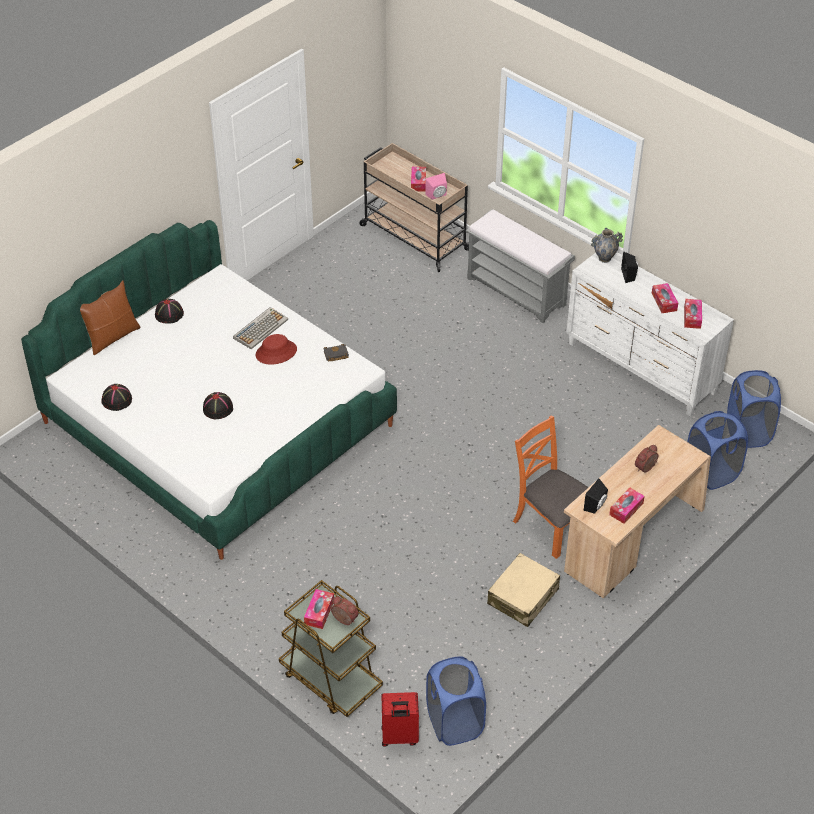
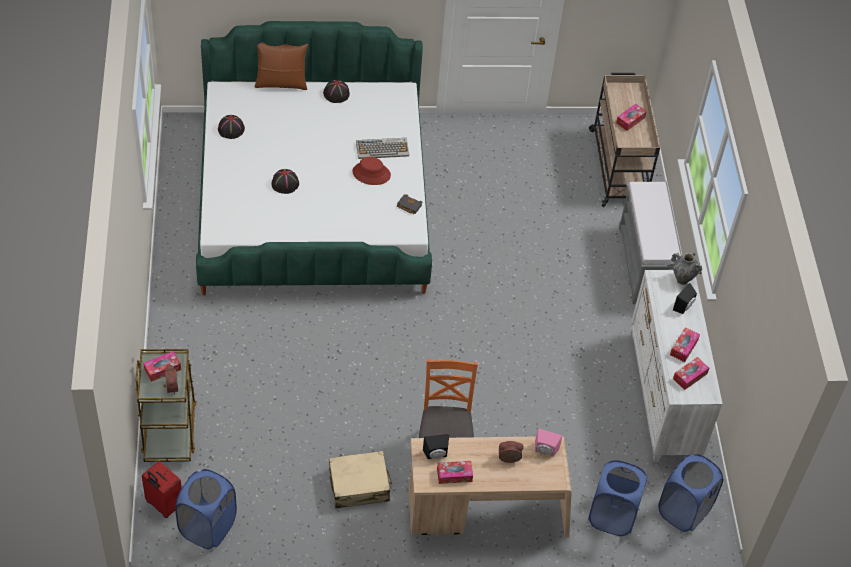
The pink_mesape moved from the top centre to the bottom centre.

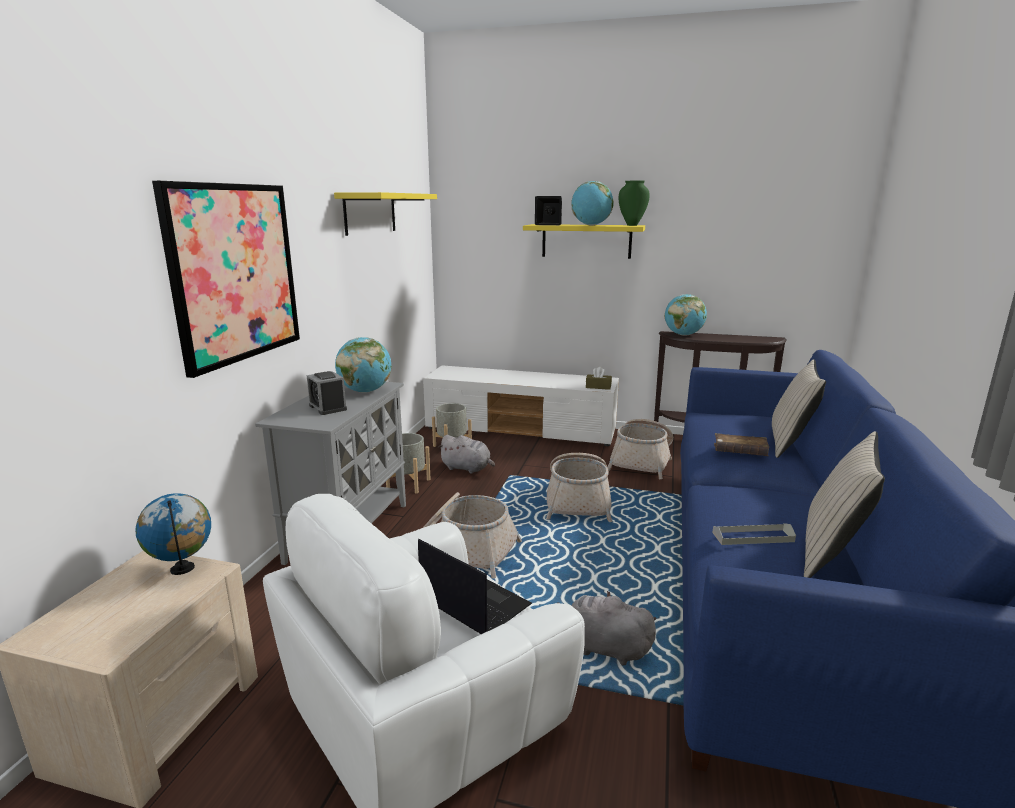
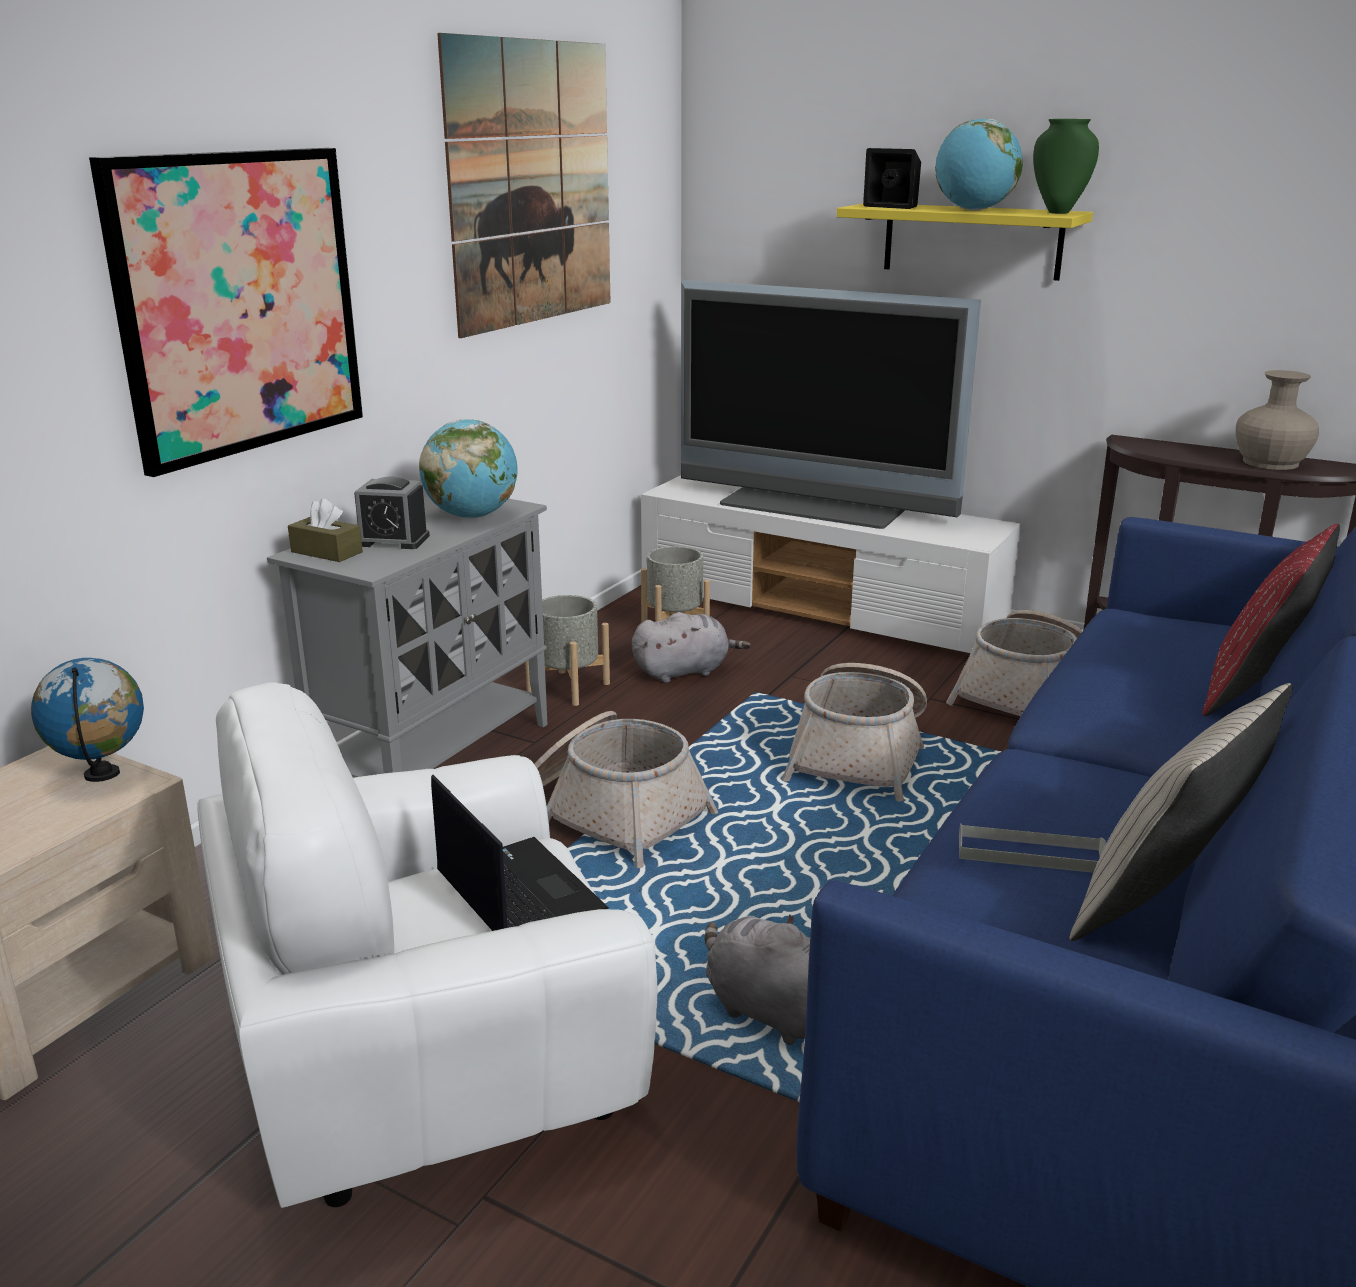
The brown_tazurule moved from the centre to the middle left. The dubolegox at the middle left turned 60 degrees counterclockwise. The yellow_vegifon (1st from left) at the top centre was replaced by the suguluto (2nd from left) at the top centre. The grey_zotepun (1st from left) at the centre turned 60 degrees counterclockwise. The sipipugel at the top centre appeared. The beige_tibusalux (1st from left) at the middle right became the red_tibusalux at the middle right. The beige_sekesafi at the top right appeared. The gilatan (4th from left) at the middle right disappeared. The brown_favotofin at the middle right disappeared.

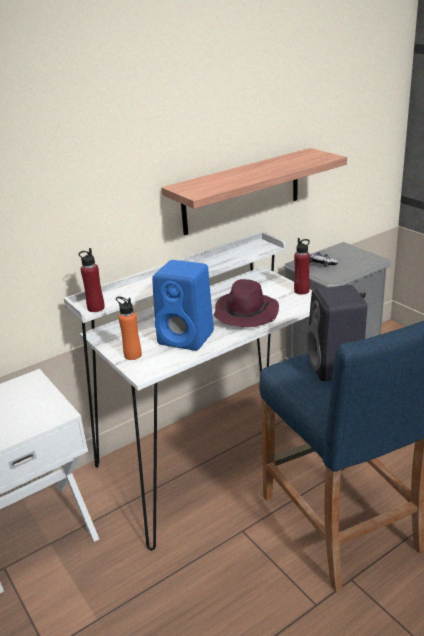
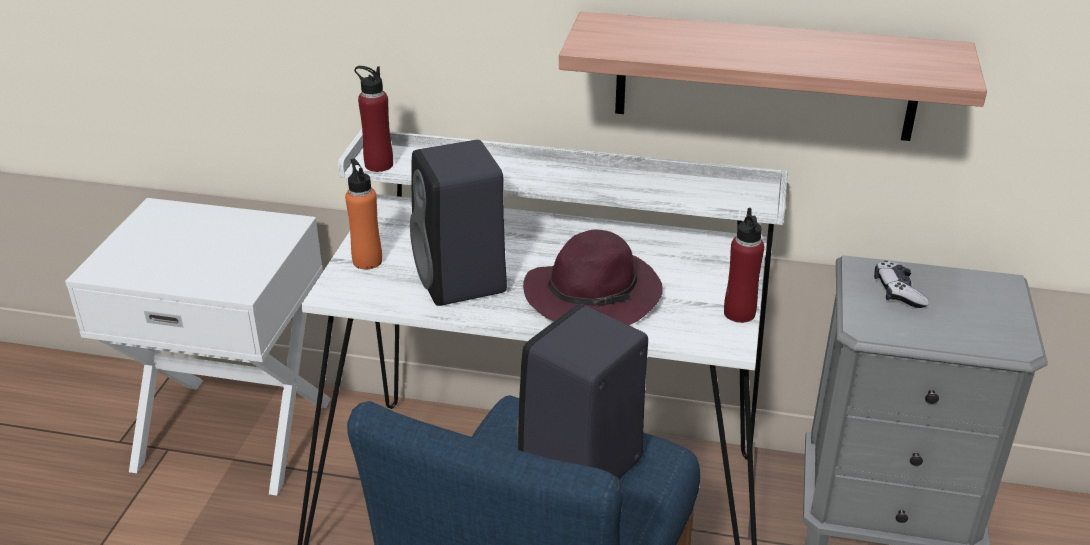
The blue_mesape at the centre became the black_mesape (1st from left) at the centre.

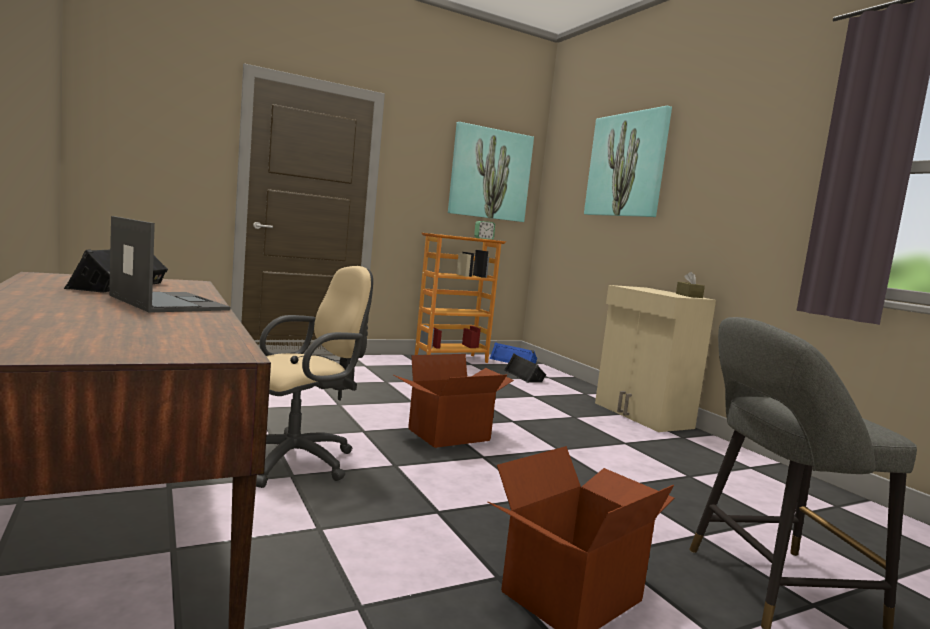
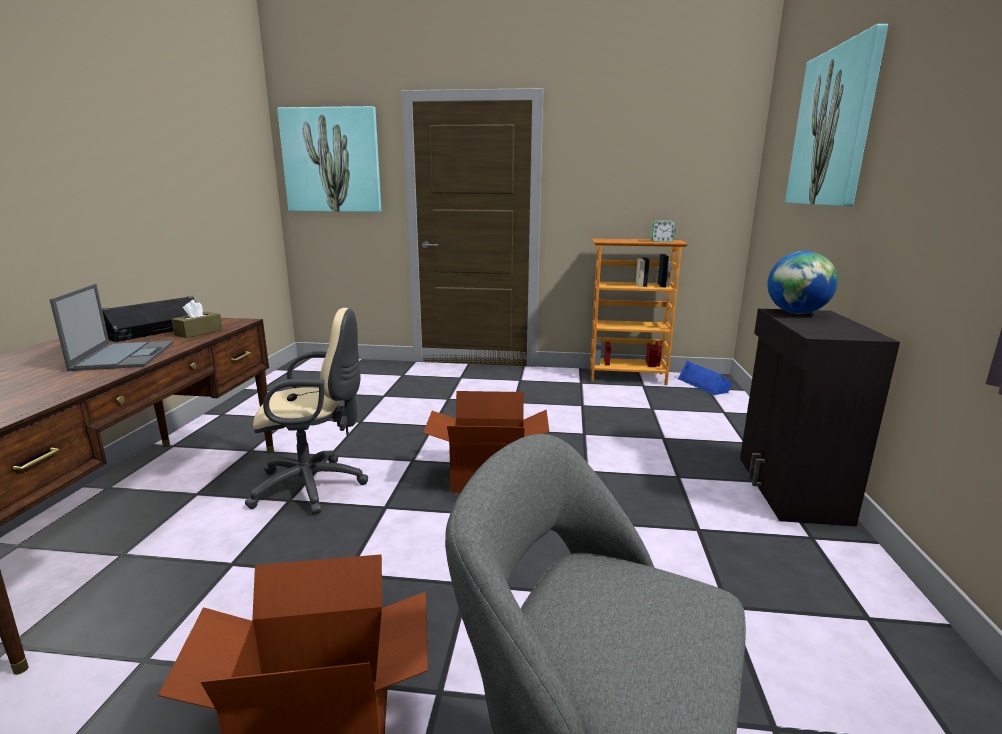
The brown_tazurule moved from the middle right to the middle left. The suguluto (1st from left) moved from the top centre to the top left. The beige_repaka at the middle right became the black_repaka at the middle right. The gilatan at the middle right appeared. The black_mesape (2nd from left) at the centre disappeared.

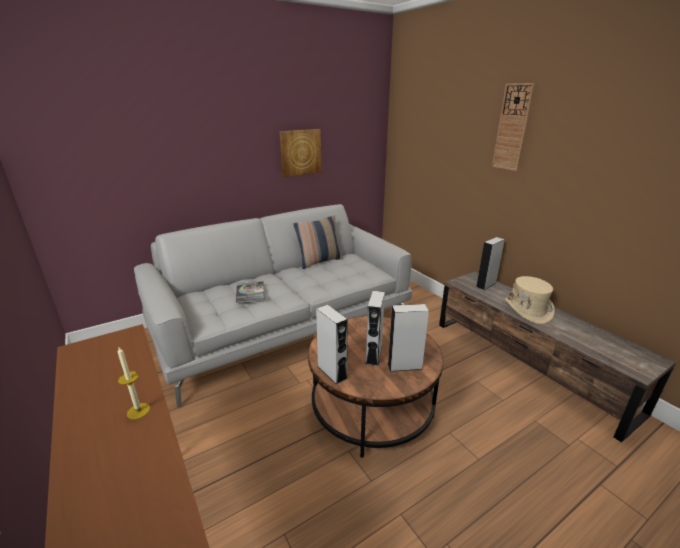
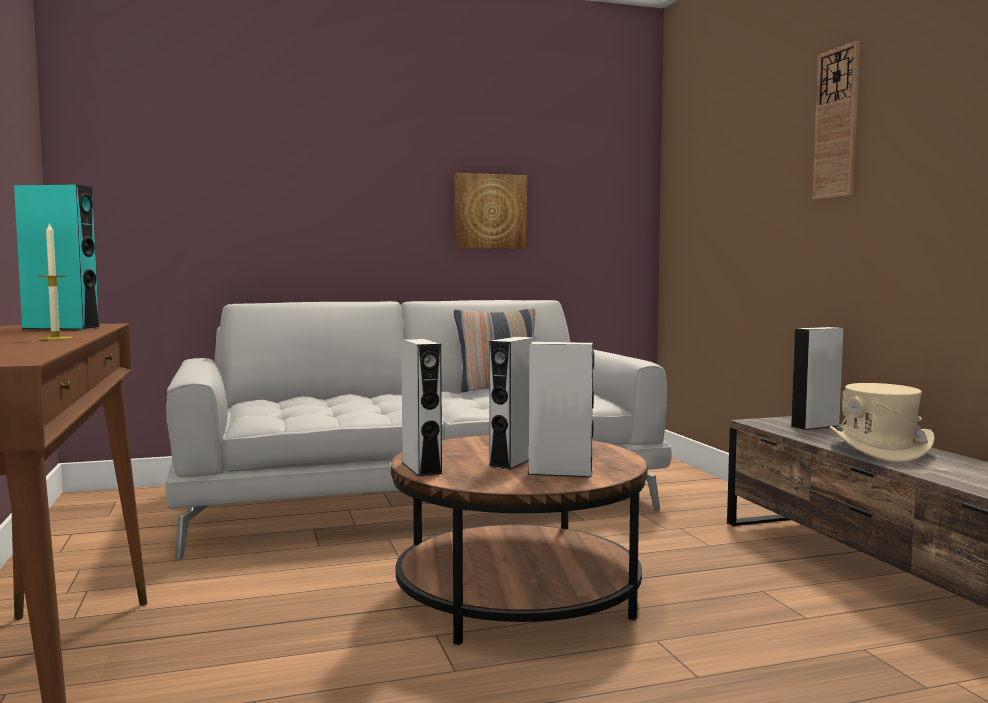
The turquoise_mesape at the middle left appeared. The favotofin at the centre disappeared.

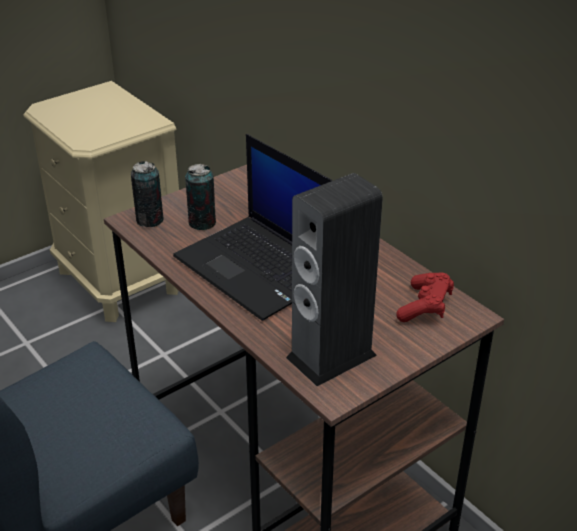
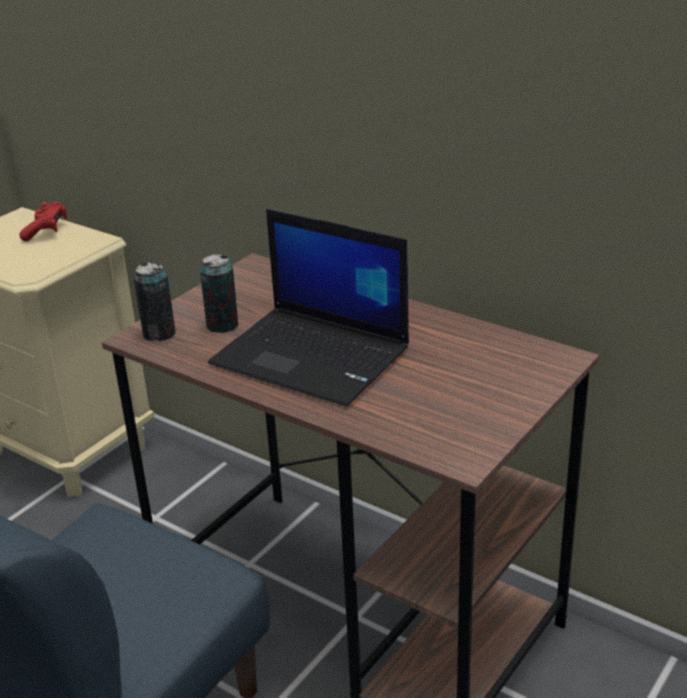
The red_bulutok moved from the middle right to the top left. The mesape at the centre disappeared.

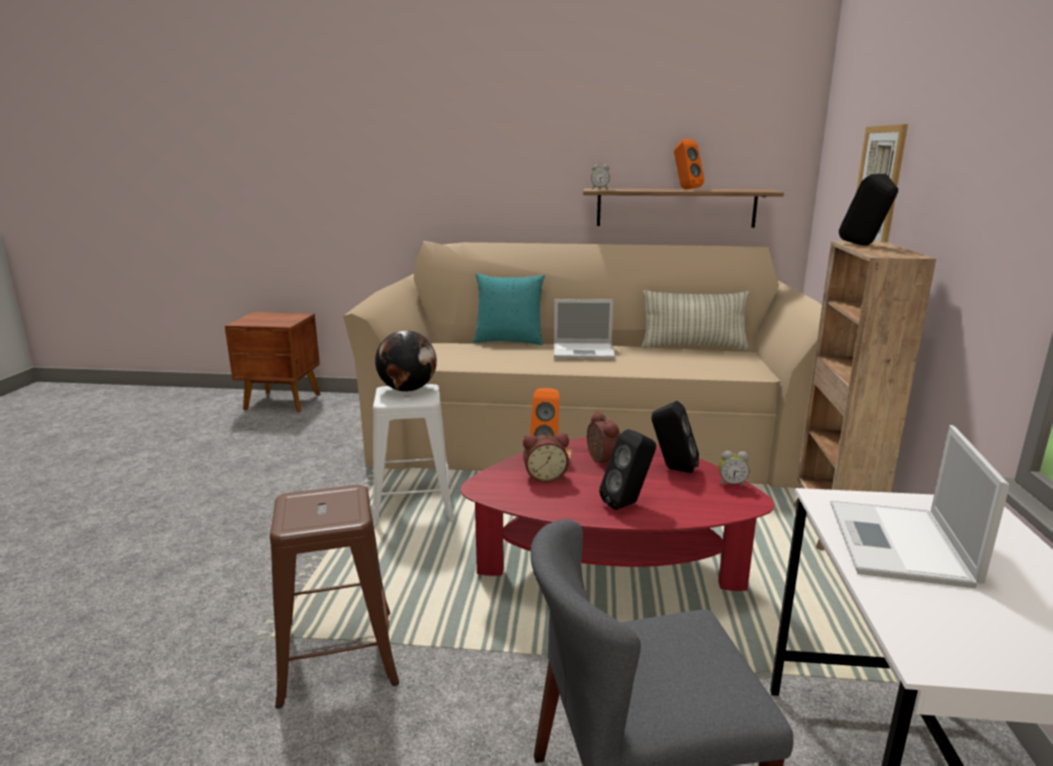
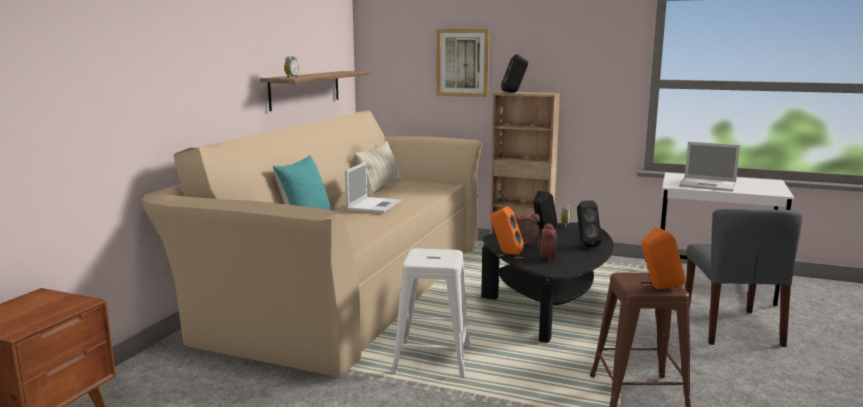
The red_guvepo at the bottom centre became the black_guvepo at the bottom centre. The orange_mesape (2nd from left) moved from the top centre to the middle right. The gilatan at the centre disappeared.

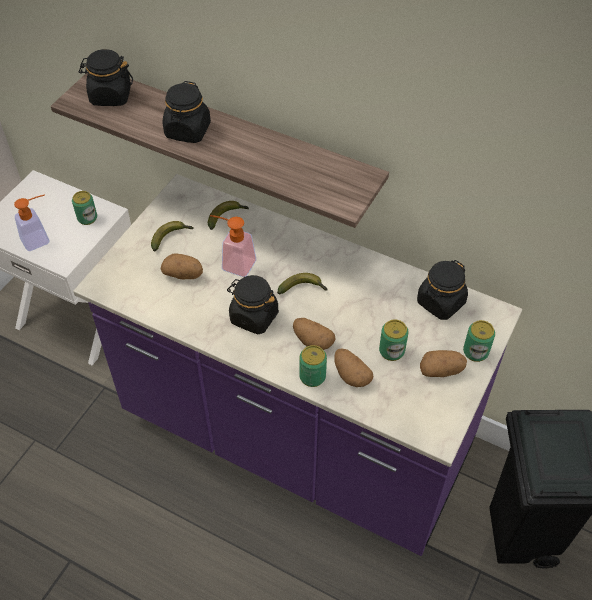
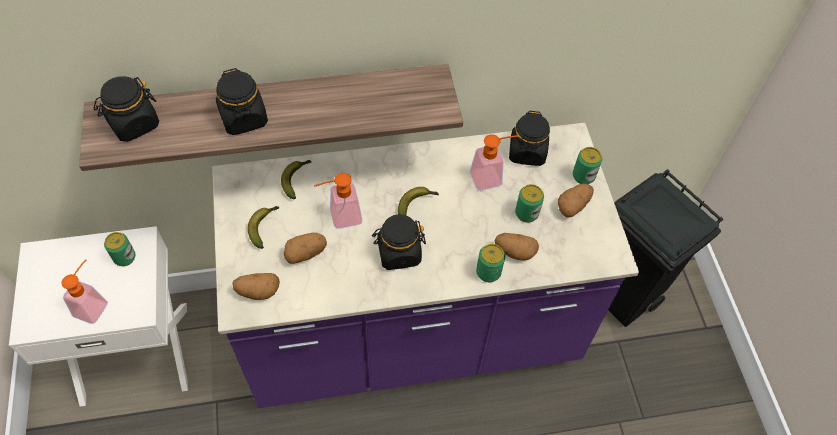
The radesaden (2nd from left in the first image) moved from the centre to the middle left. The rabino (3rd from left) at the centre appeared.

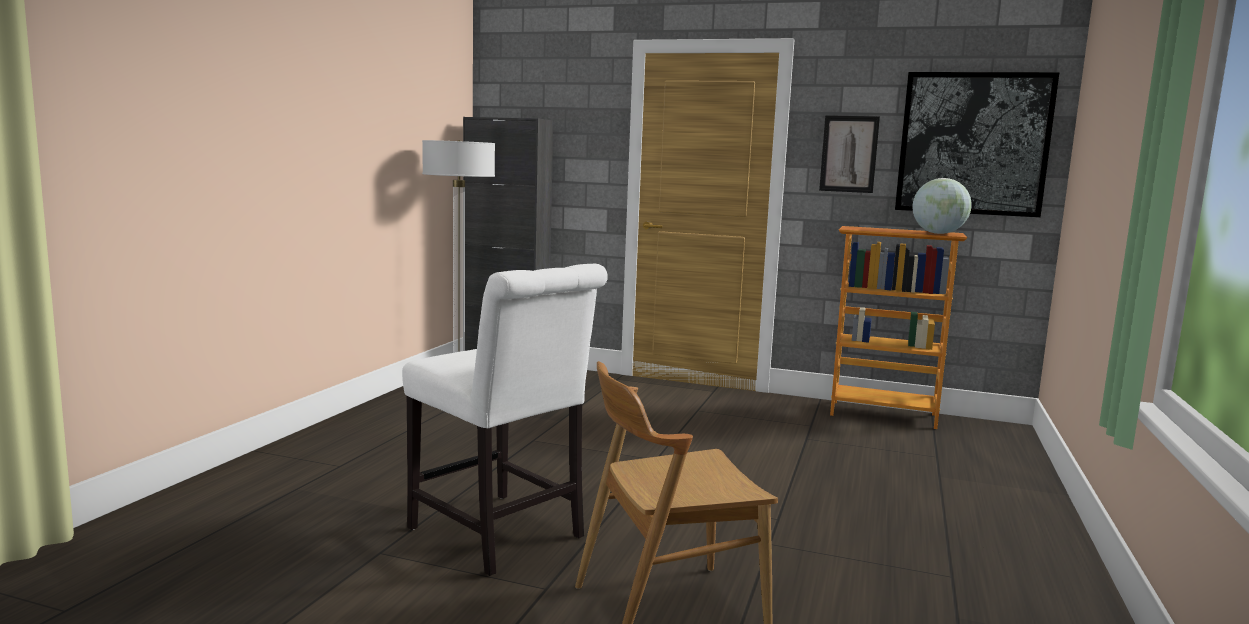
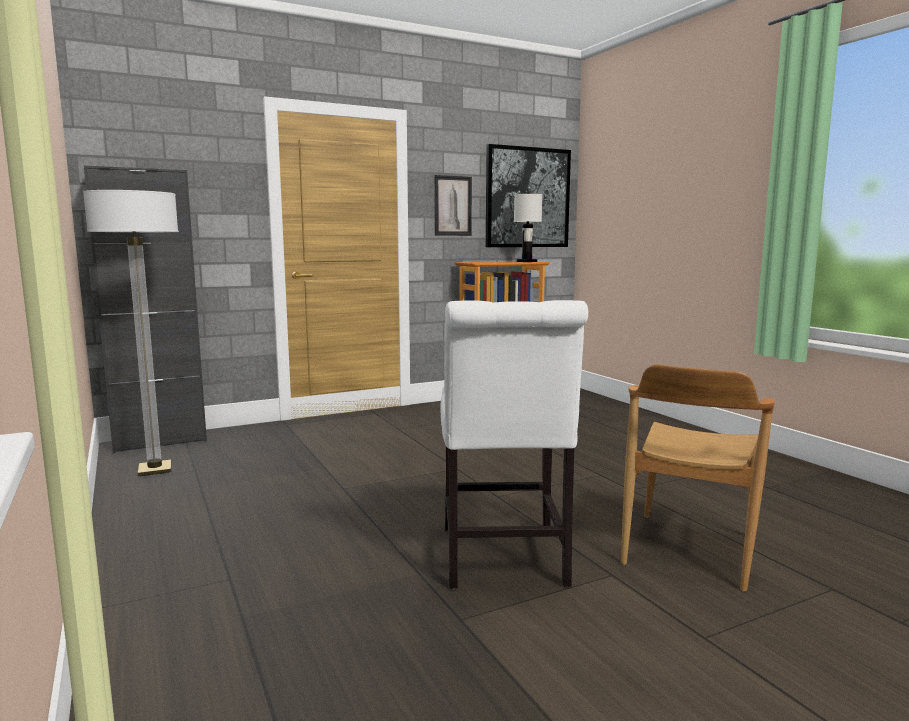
The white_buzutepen at the bottom centre turned 90 degrees clockwise. The gilatan at the top right was replaced by the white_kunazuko at the top centre.

